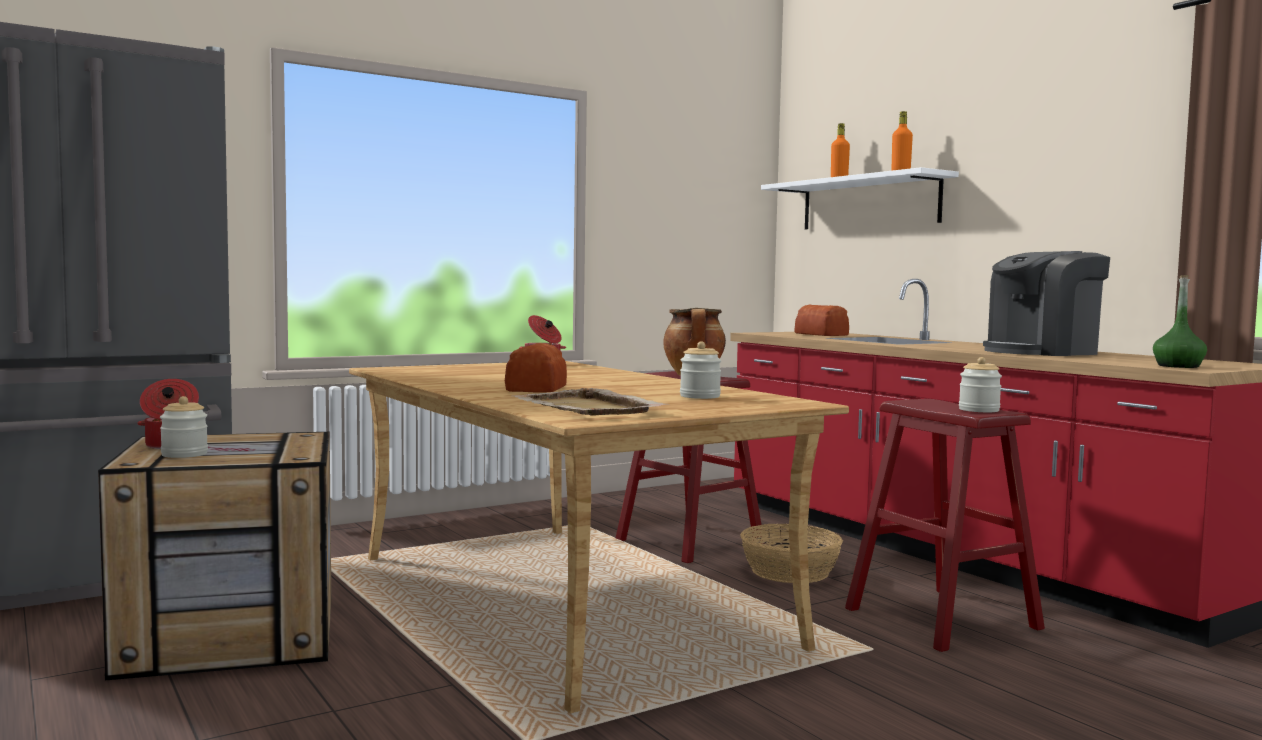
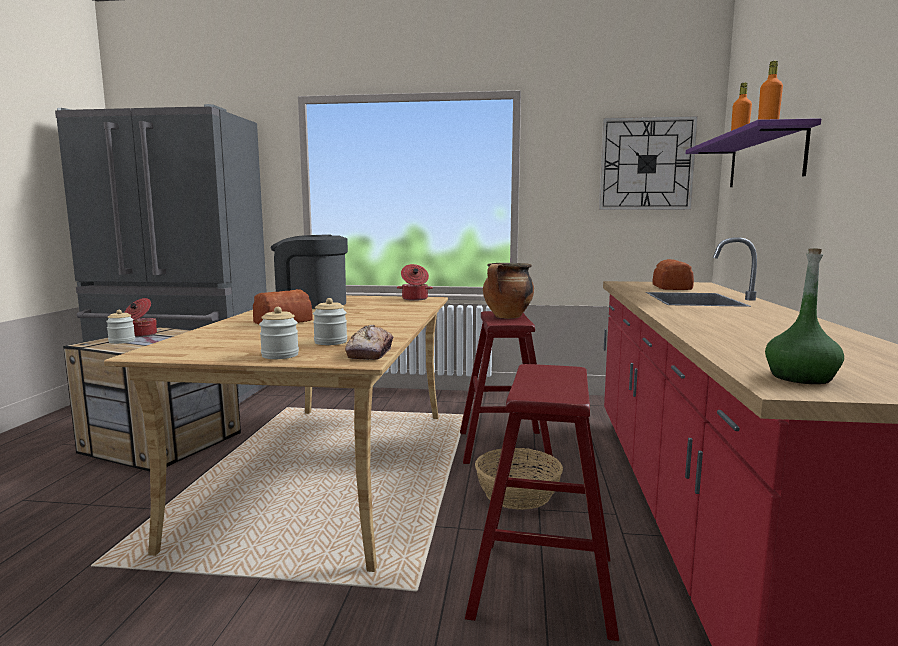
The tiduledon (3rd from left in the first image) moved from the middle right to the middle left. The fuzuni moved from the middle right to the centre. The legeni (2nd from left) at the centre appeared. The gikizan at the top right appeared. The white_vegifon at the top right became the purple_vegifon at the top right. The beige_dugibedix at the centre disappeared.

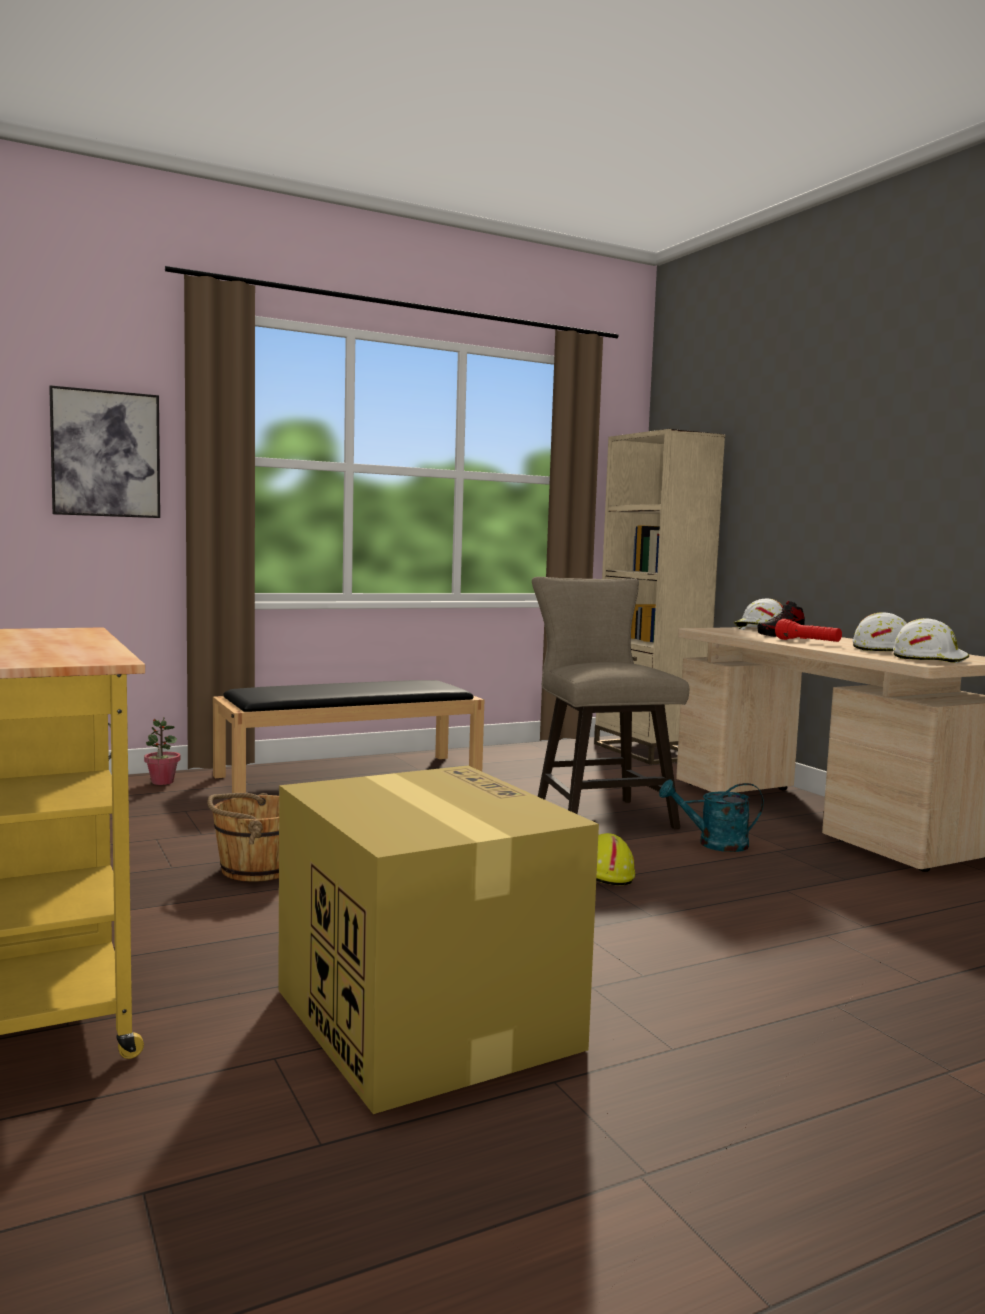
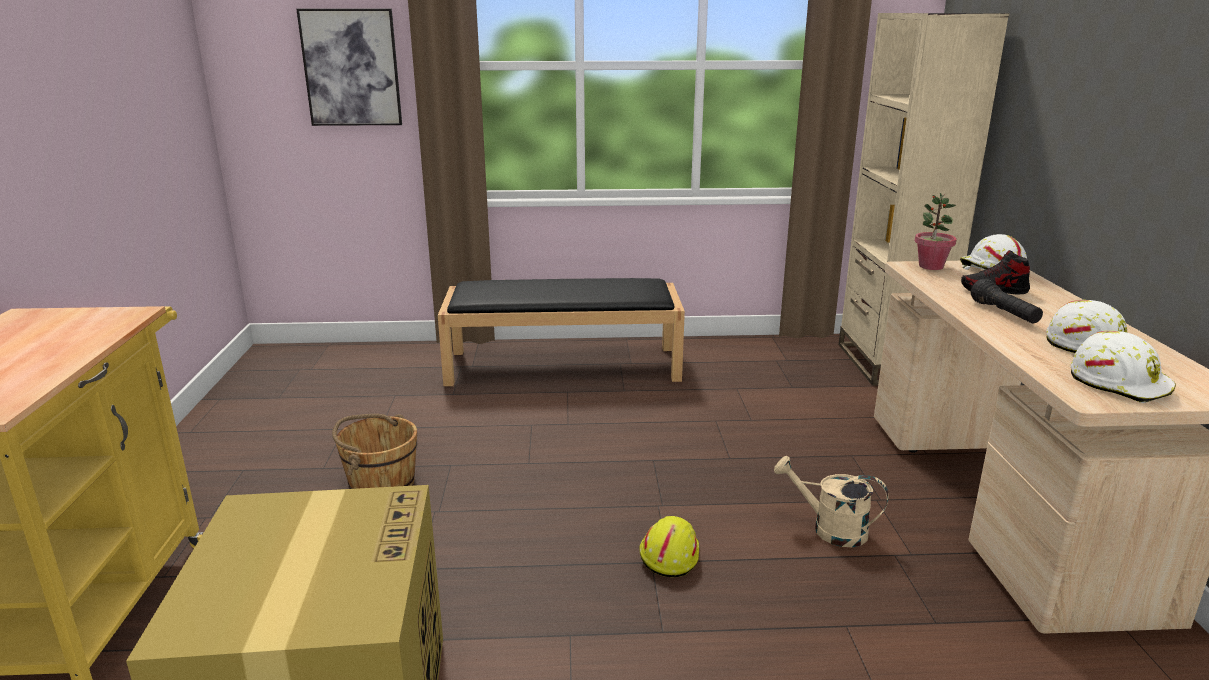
The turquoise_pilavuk at the middle right became the beige_pilavuk at the bottom right. The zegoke moved from the middle left to the middle right. The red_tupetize at the middle right became the black_tupetize at the middle right. The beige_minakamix at the centre disappeared.

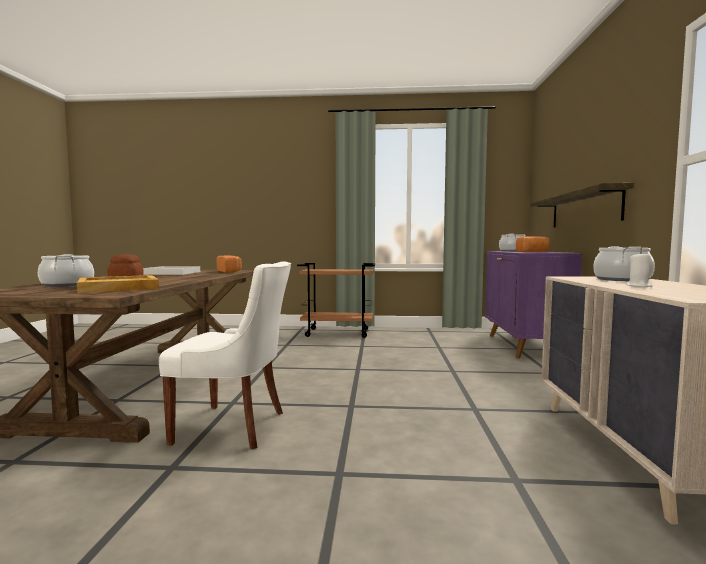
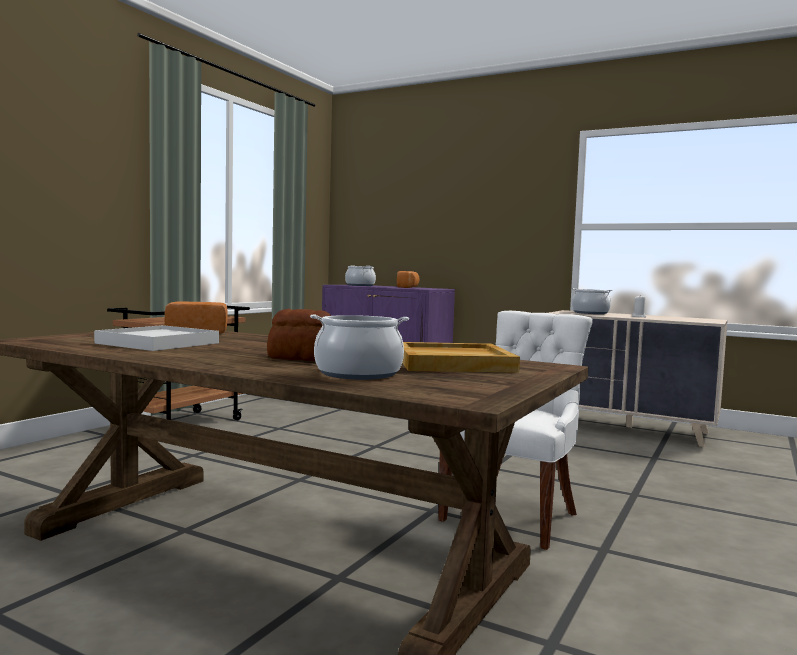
The vegifon at the middle right disappeared.

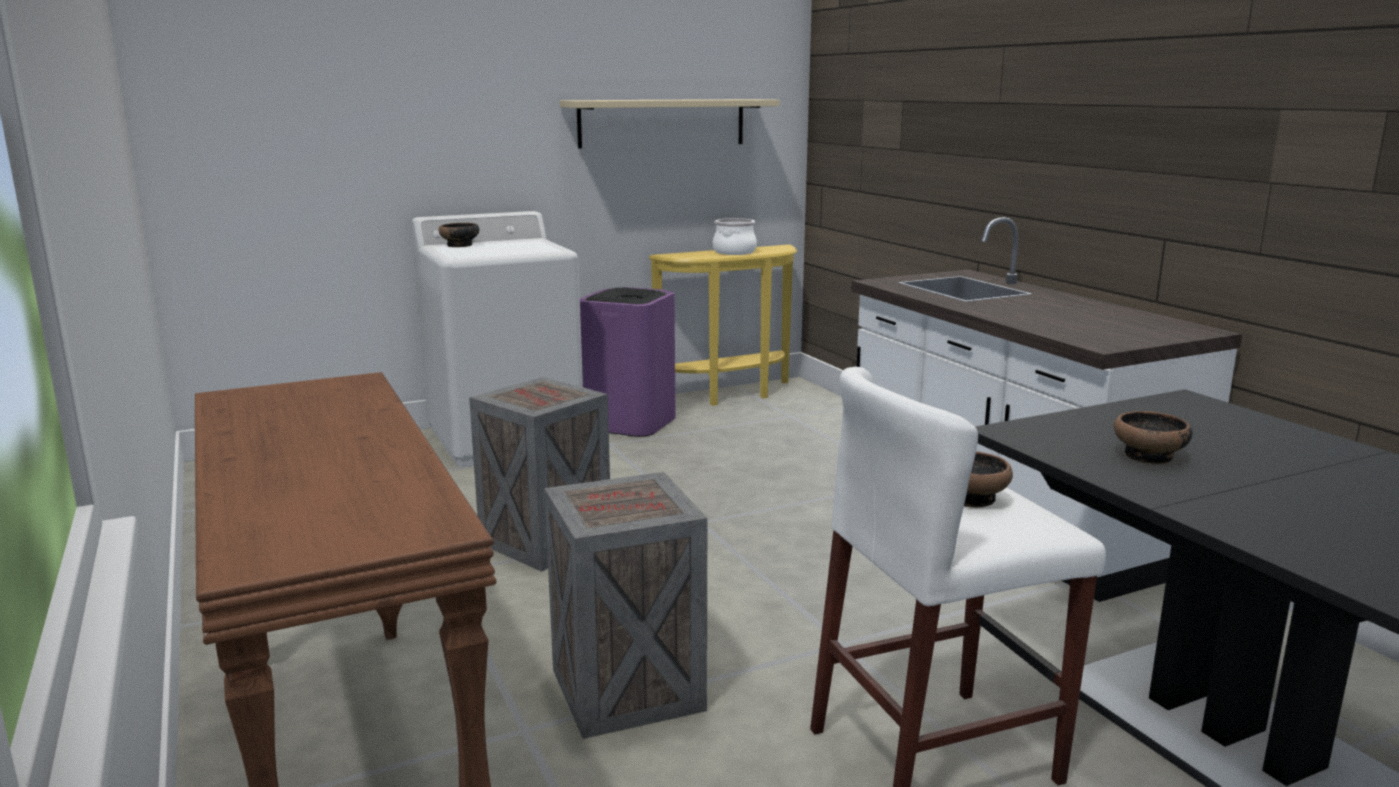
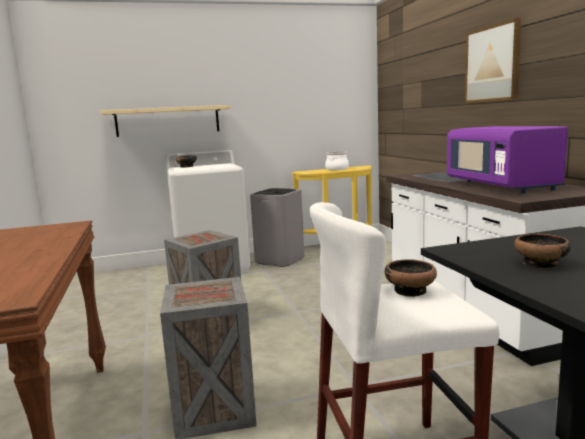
The beige_vegifon moved from the top centre to the top left. The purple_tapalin at the centre became the grey_tapalin at the centre. The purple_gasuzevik at the middle right appeared. The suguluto at the top right appeared.

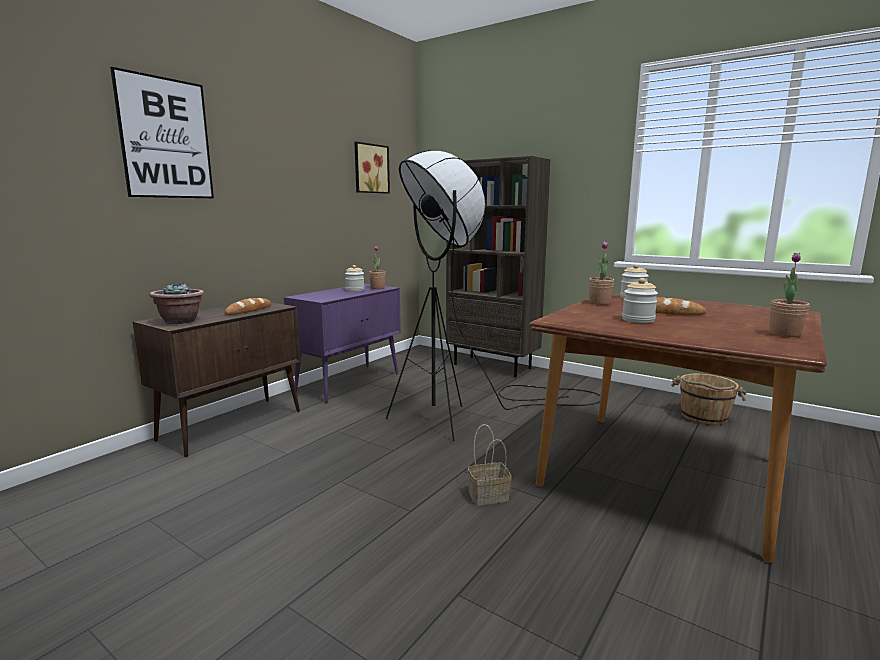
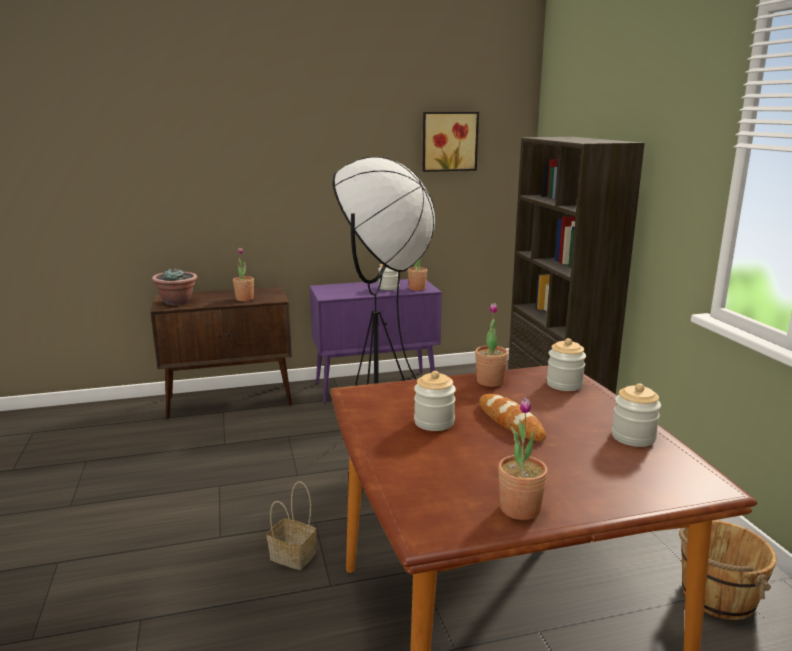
The legeni (1st from left) at the middle left was replaced by the zegoke (2nd from left) at the middle left. The tiduledon (4th from left) at the middle right appeared. The suguluto (1st from left) at the top left disappeared.

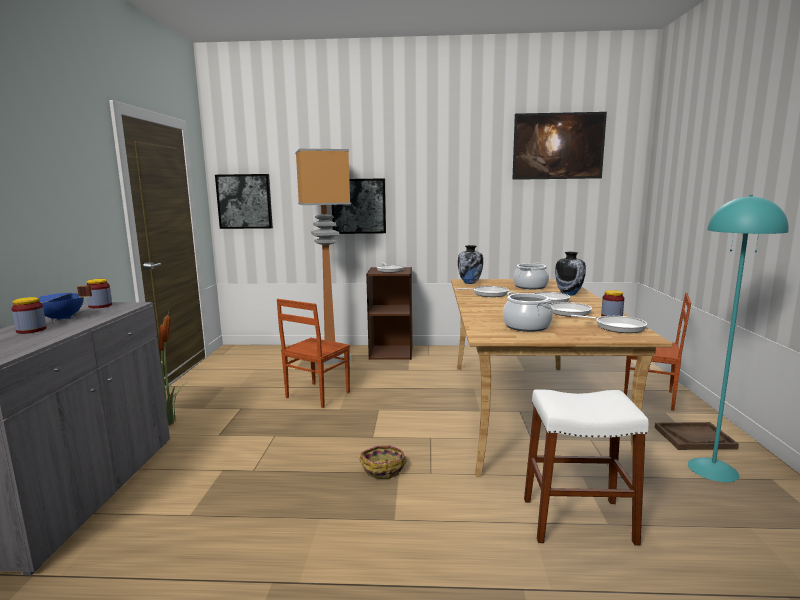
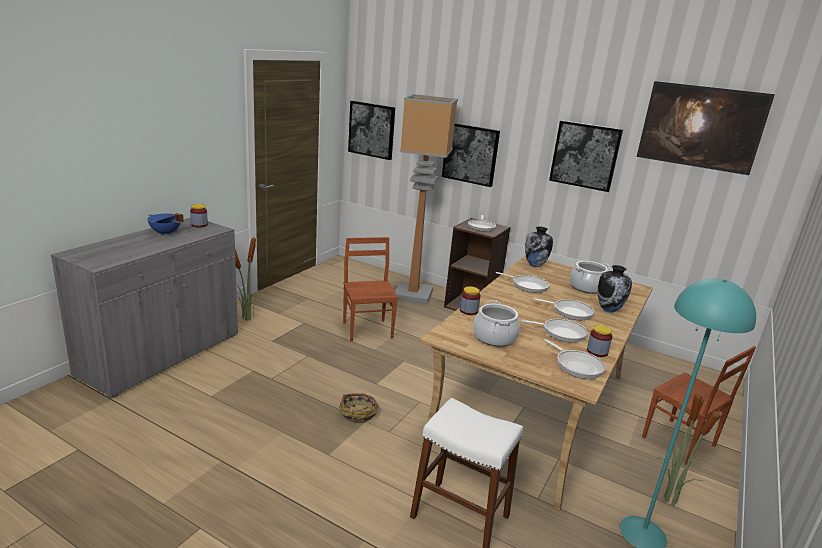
The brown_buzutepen (1st from left) at the centre turned 105 degrees clockwise. The tiduledon (1st from left in the first image) moved from the middle left to the centre. The suguluto (3rd from left) at the top right appeared. The brown_dugibedix at the bottom right was replaced by the zegoke (2nd from left) at the bottom right.

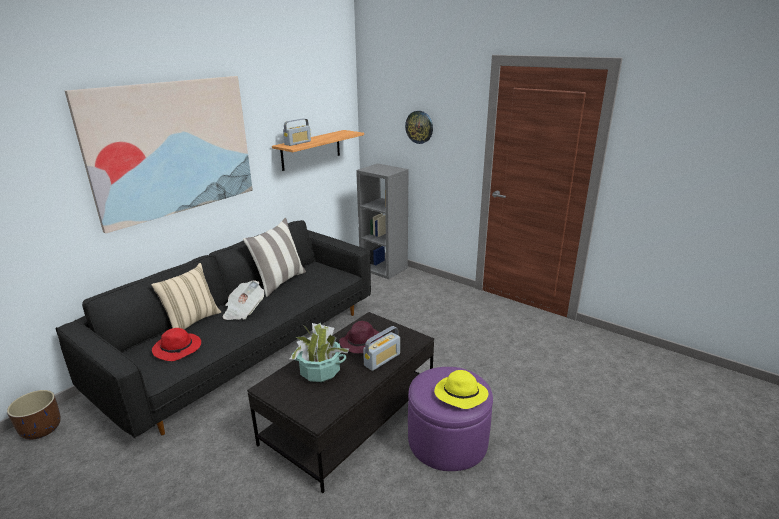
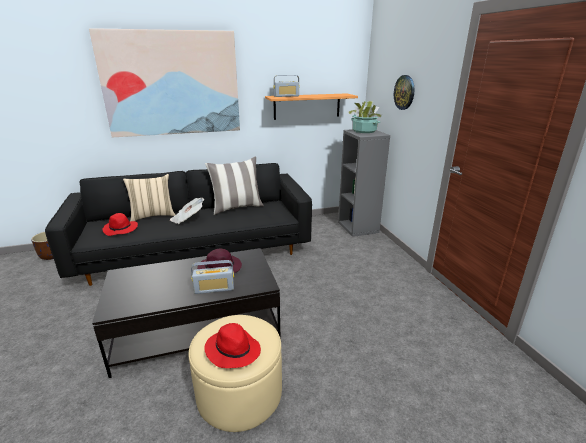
The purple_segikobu at the bottom centre became the beige_segikobu at the bottom centre. The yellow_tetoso at the bottom centre became the red_tetoso (2nd from left) at the bottom centre. The zegoke moved from the bottom centre to the top centre.

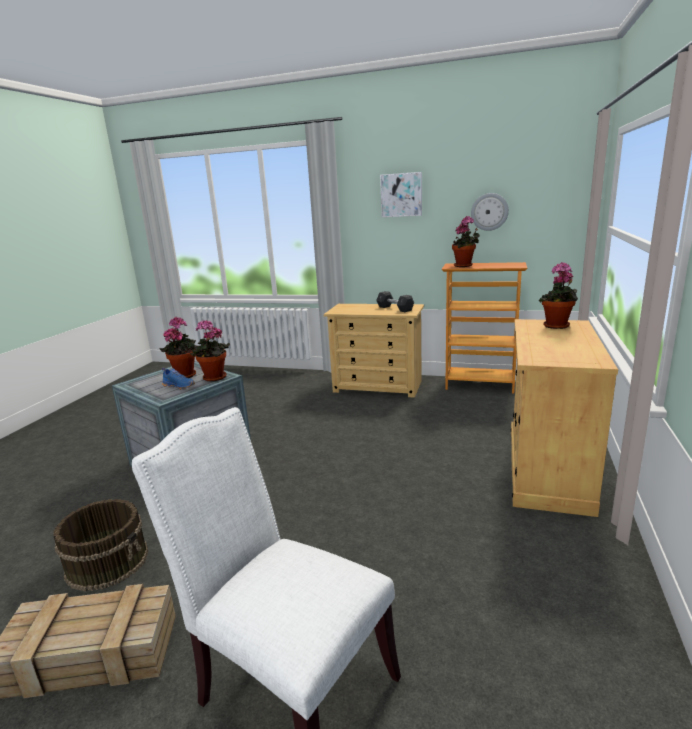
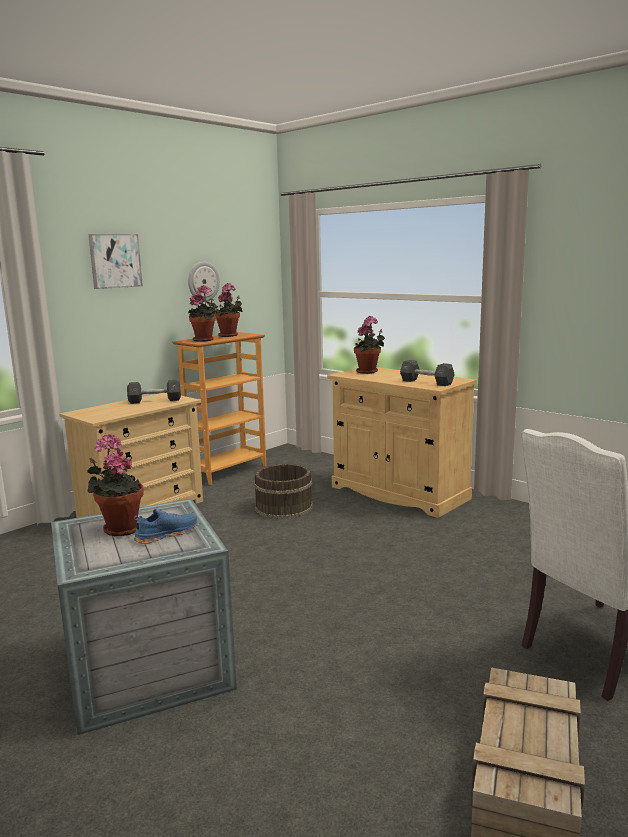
The zegoke (2nd from left in the first image) moved from the middle left to the centre. The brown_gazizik moved from the bottom left to the centre. The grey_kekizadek (2nd from left) at the middle right appeared.

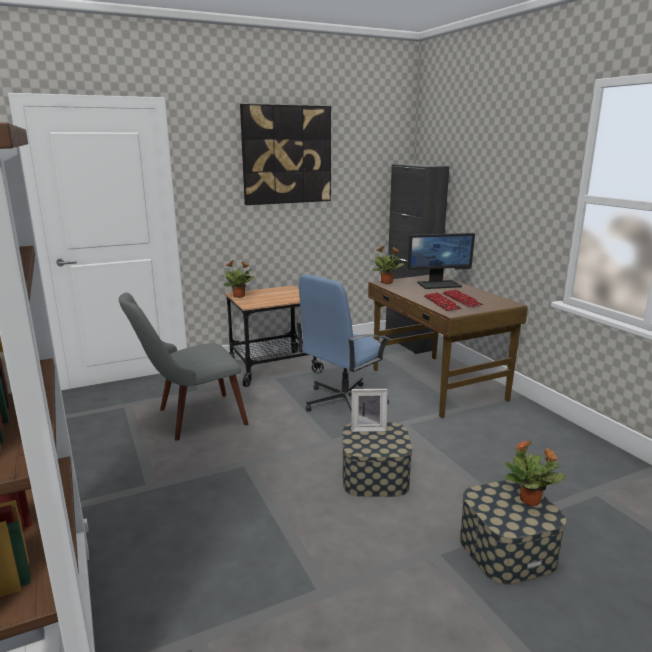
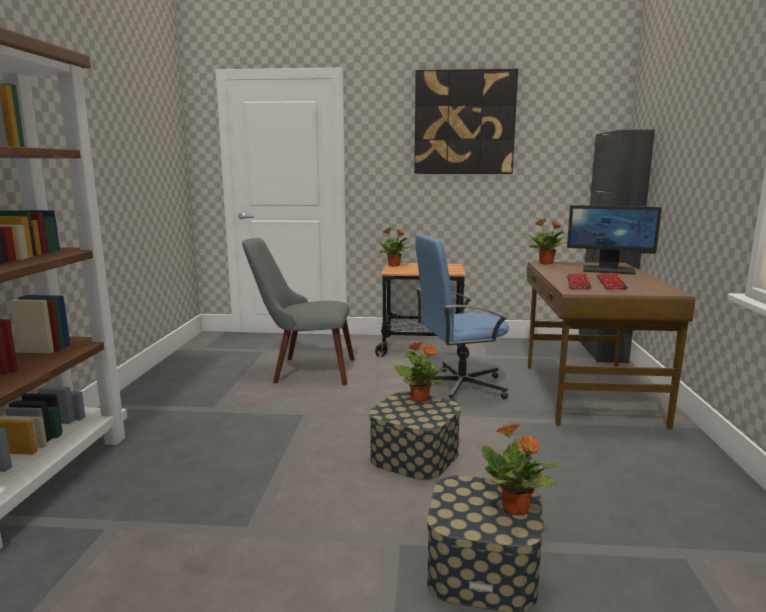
The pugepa at the centre was replaced by the zegoke (2nd from left) at the centre.

